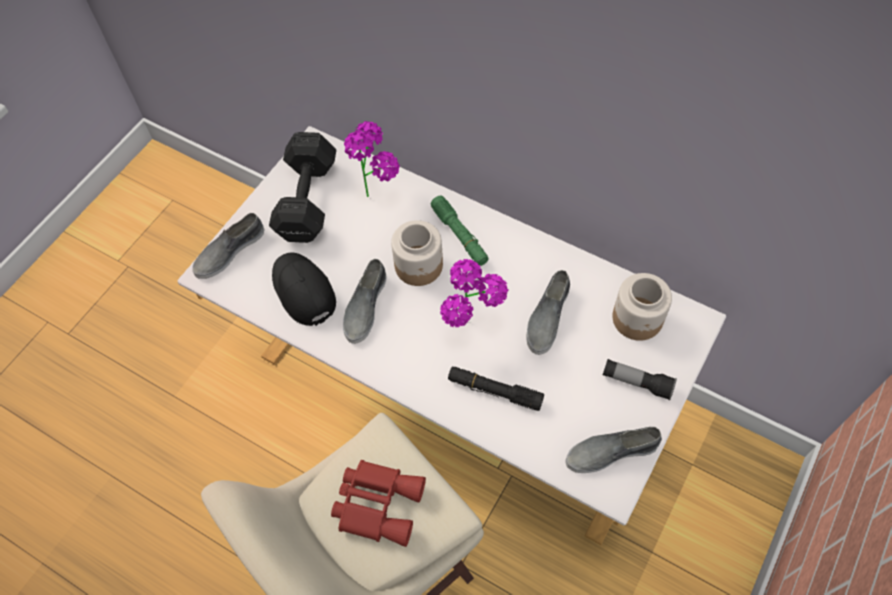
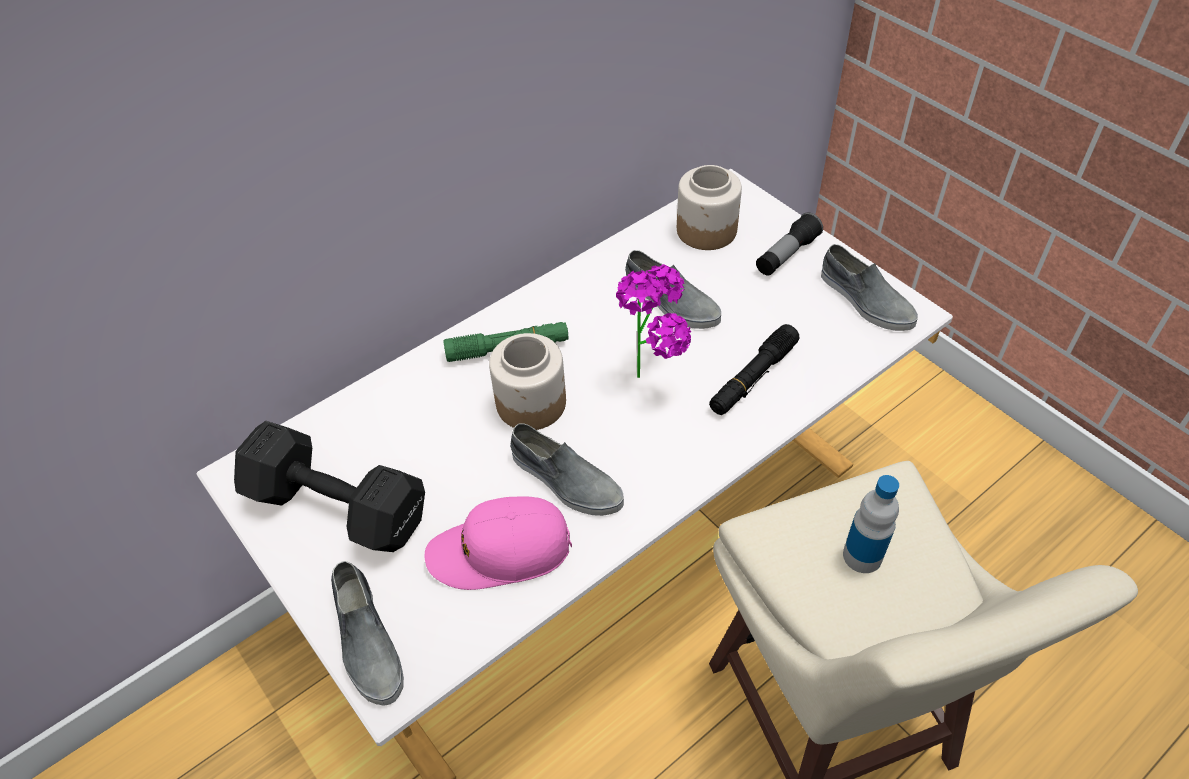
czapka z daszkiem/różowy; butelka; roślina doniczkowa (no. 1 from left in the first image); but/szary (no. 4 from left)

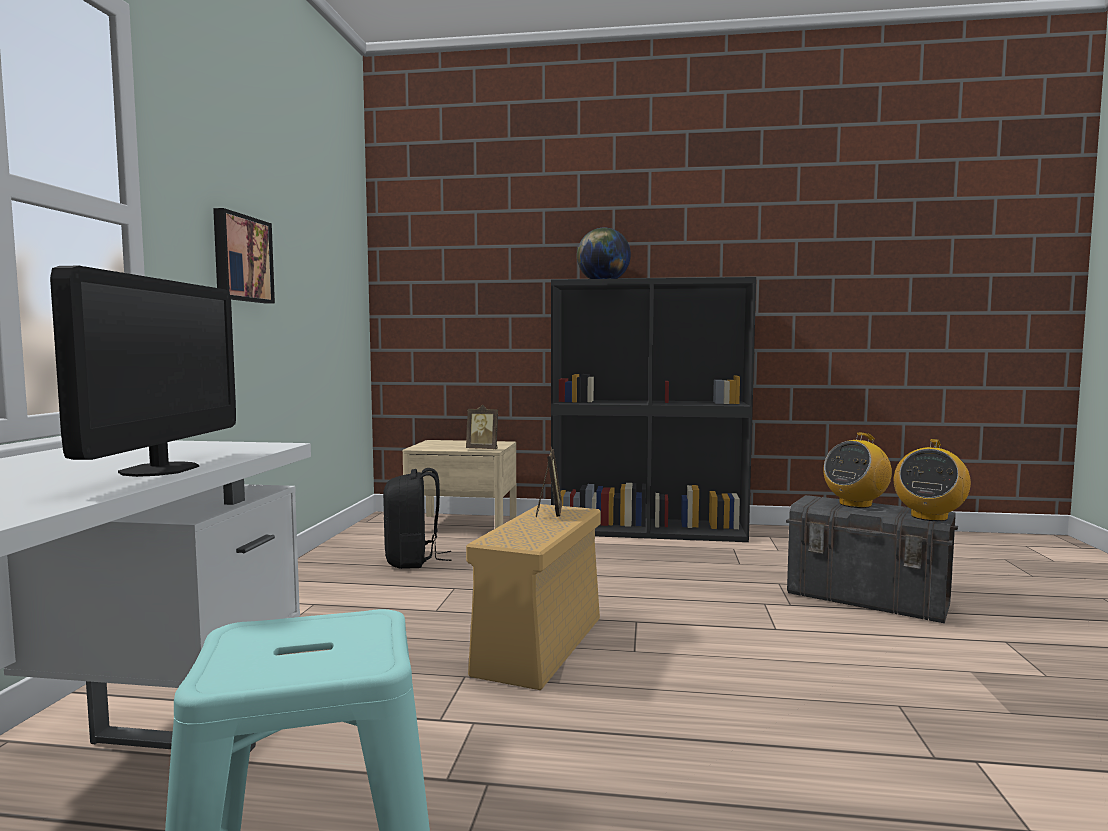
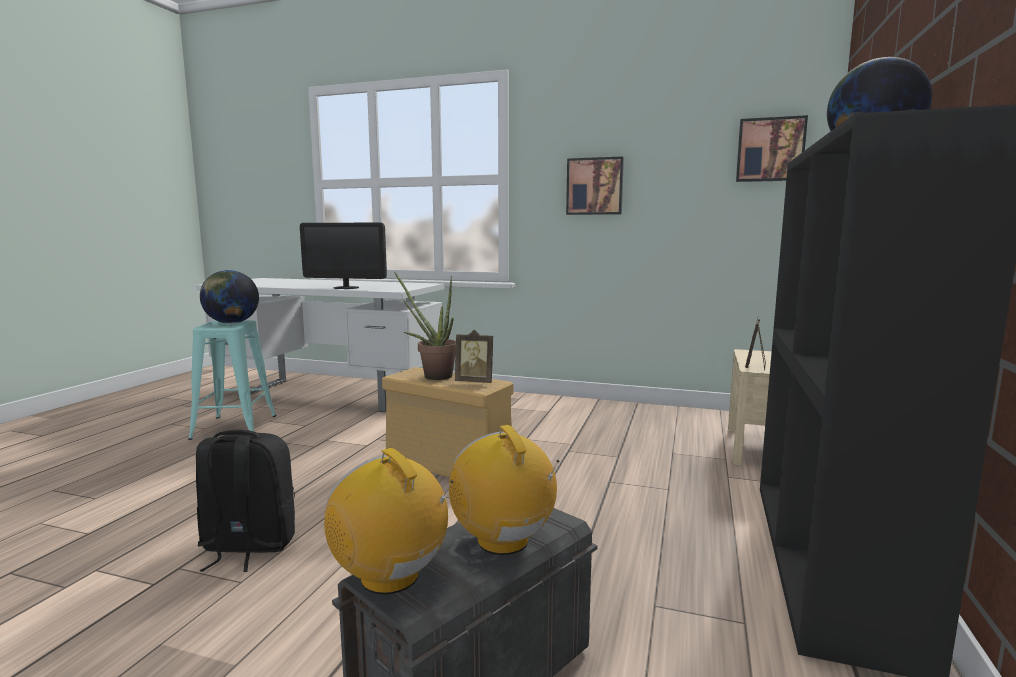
plecak/czarny; globus (no. 1 from left); roślina doniczkowa; obraz (no. 2 from left)

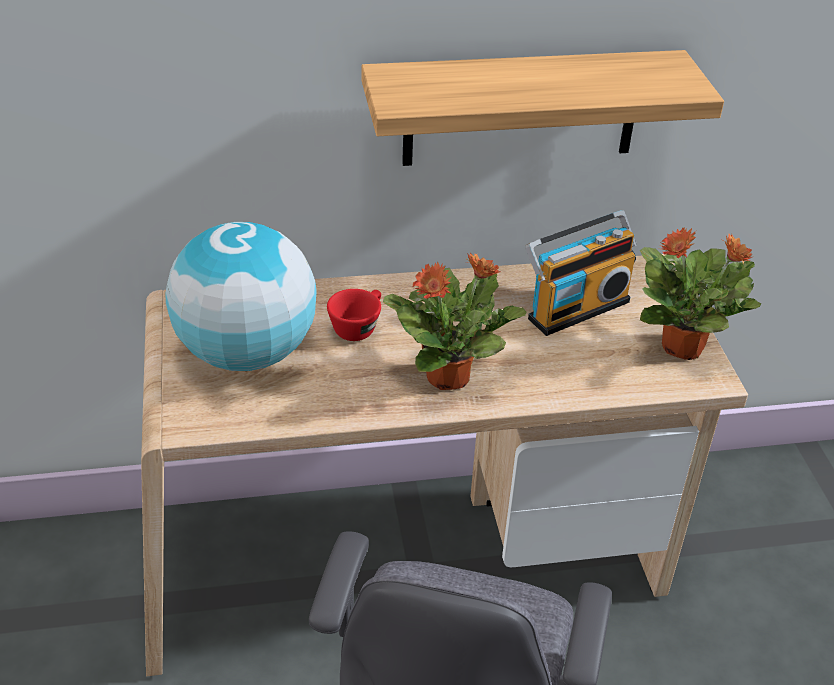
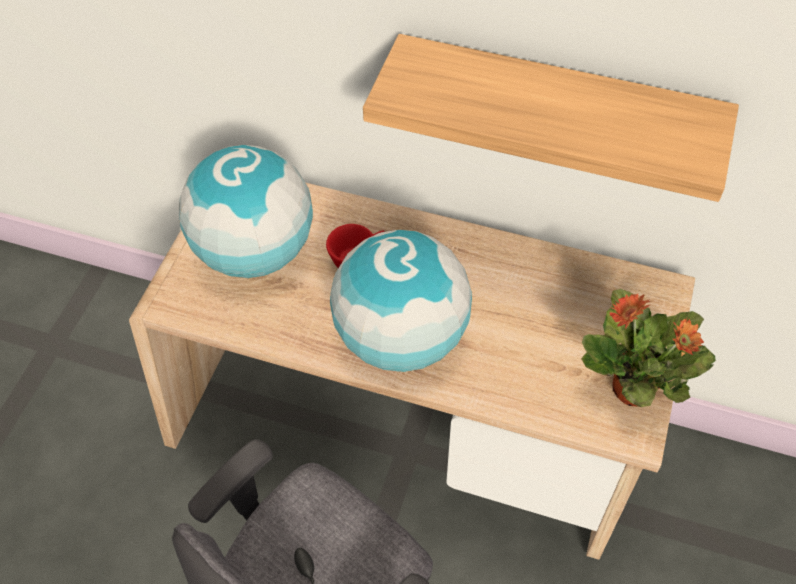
globus (no. 2 from left); radio

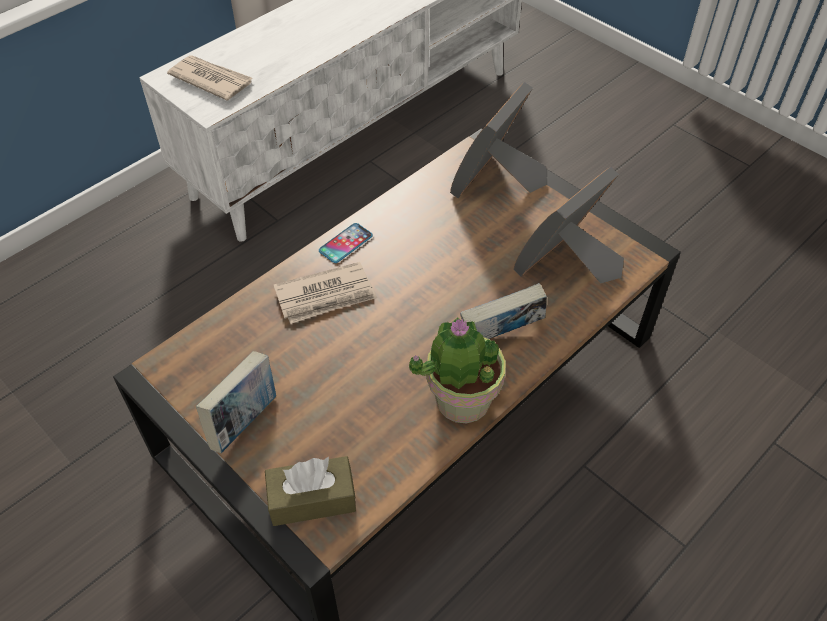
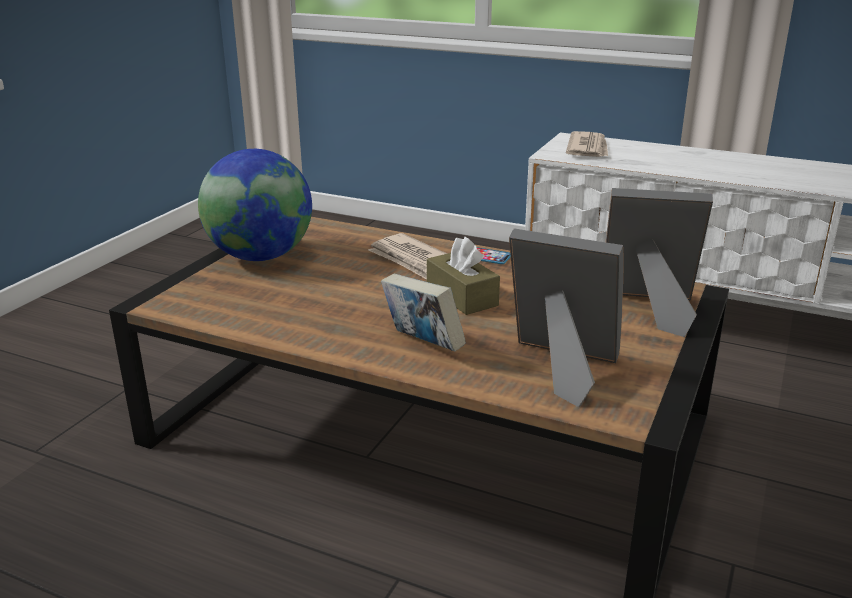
globus; pudełko chusteczek/brązowy; roślina doniczkowa

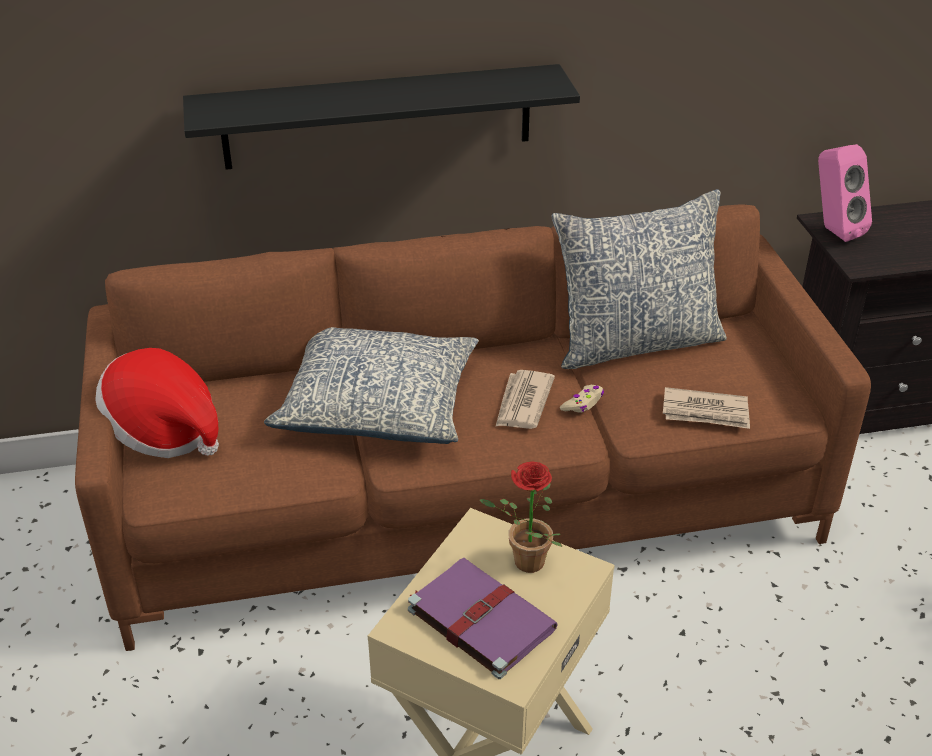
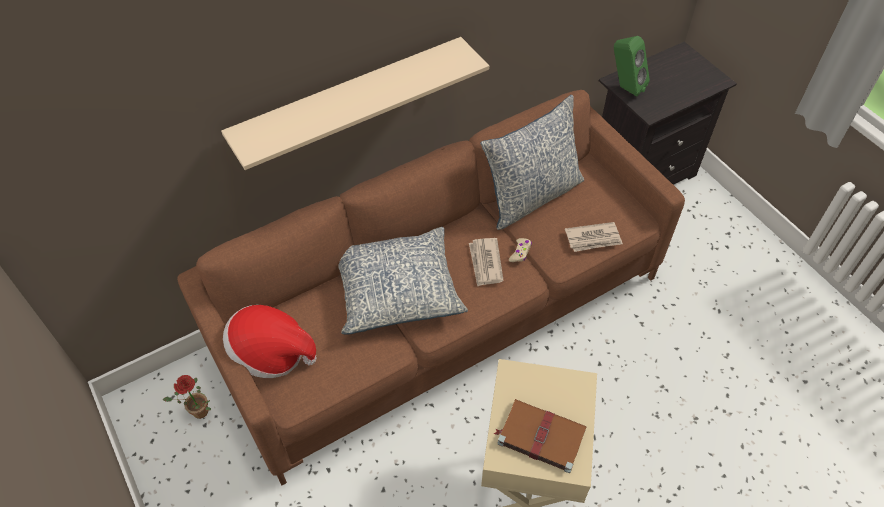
półka/beżowy; książka/brązowy; roślina doniczkowa; głośnik/zielony

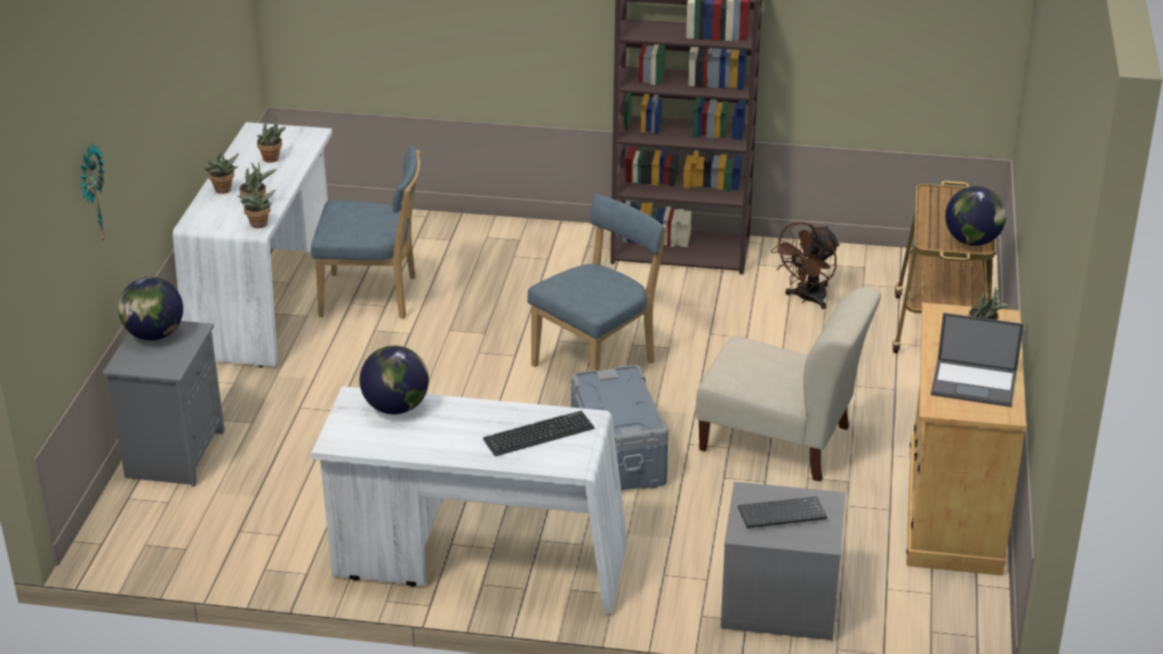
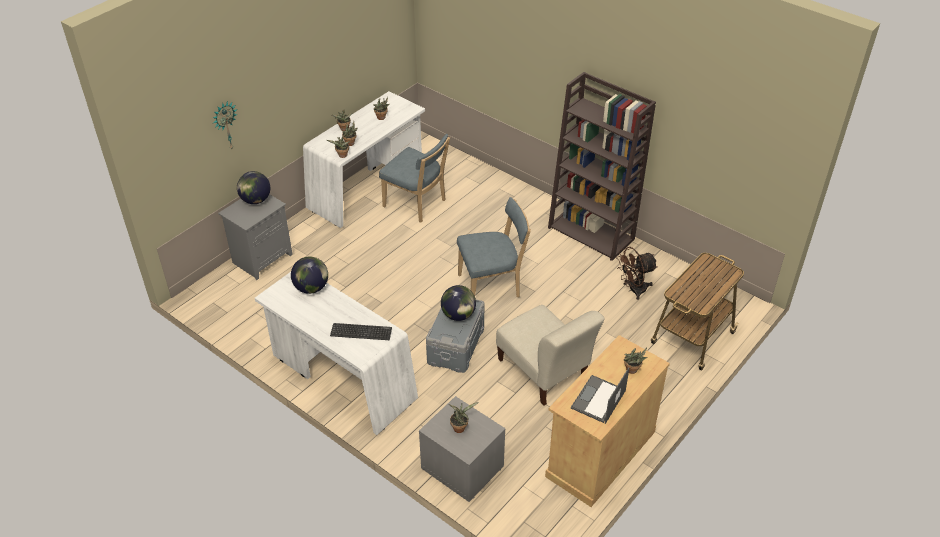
roślina doniczkowa (no. 5 from left); laptop; globus (no. 3 from left)

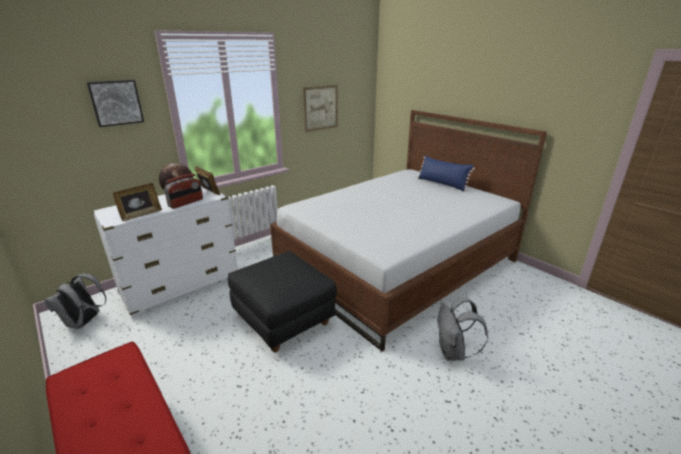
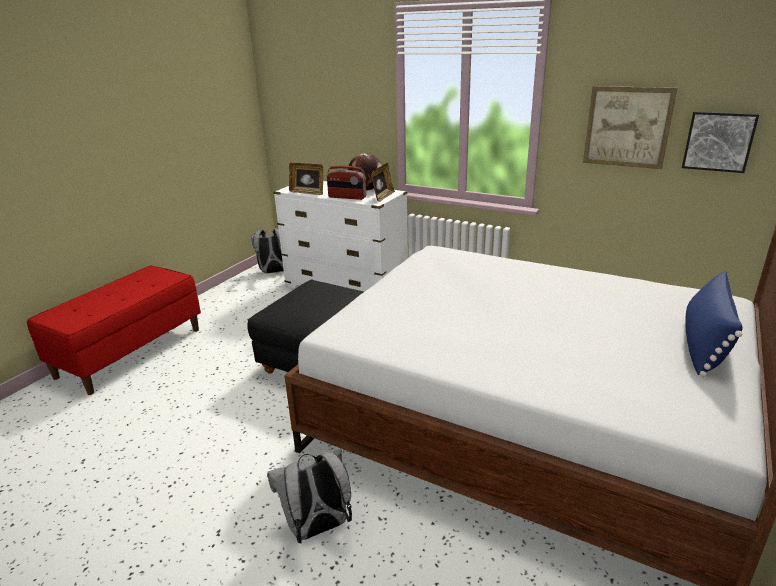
obraz (no. 2 from left)

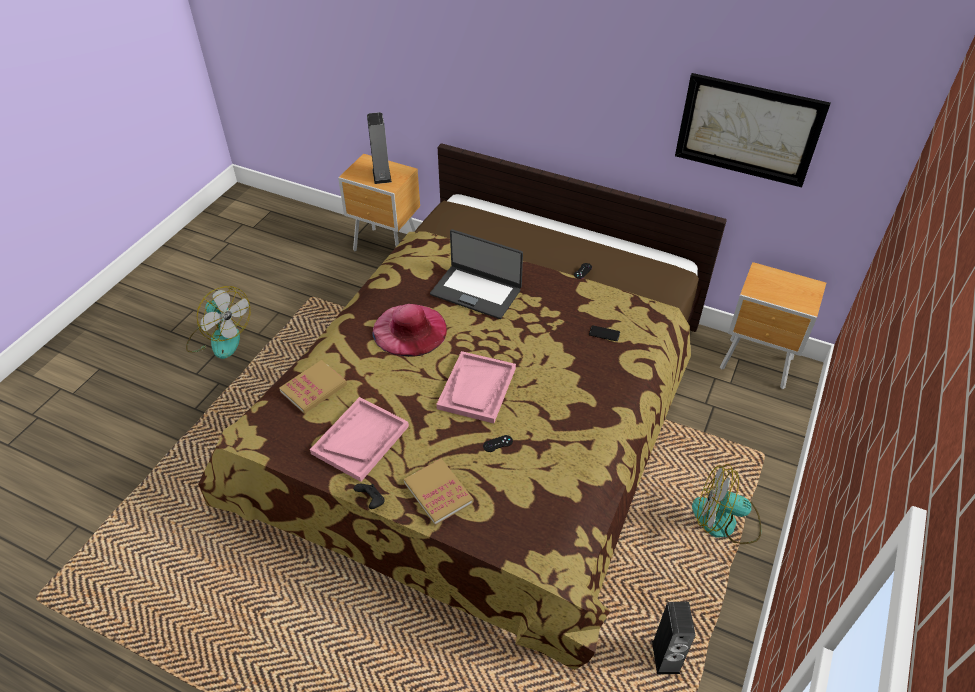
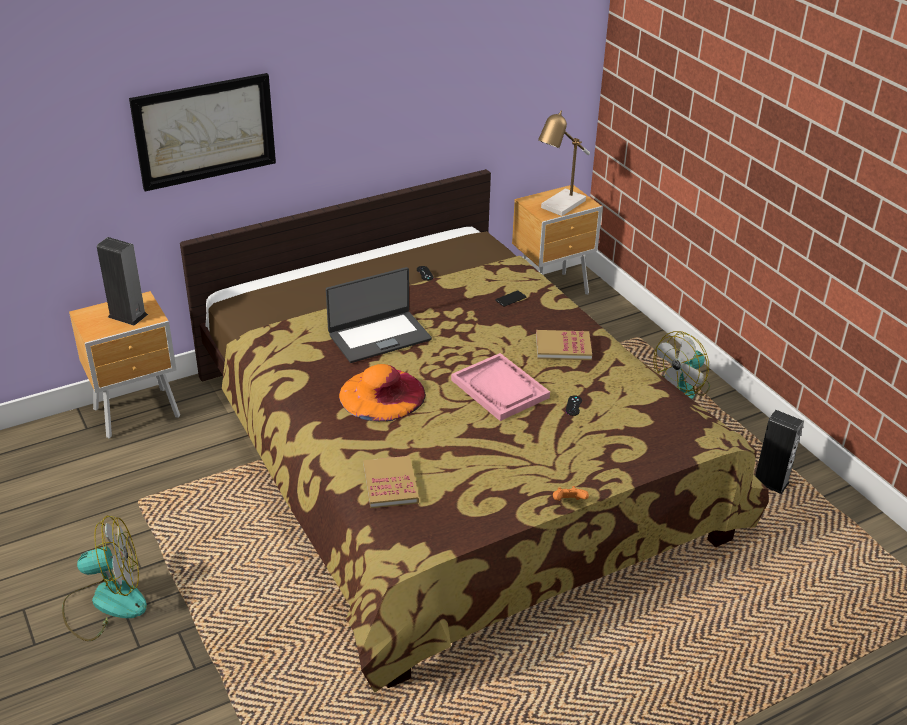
taca/różowy (no. 1 from left in the first image); pad do gier/pomarańczowy; kapelusz/pomarańczowy; książka (no. 2 from left); obraz; lampa stołowa

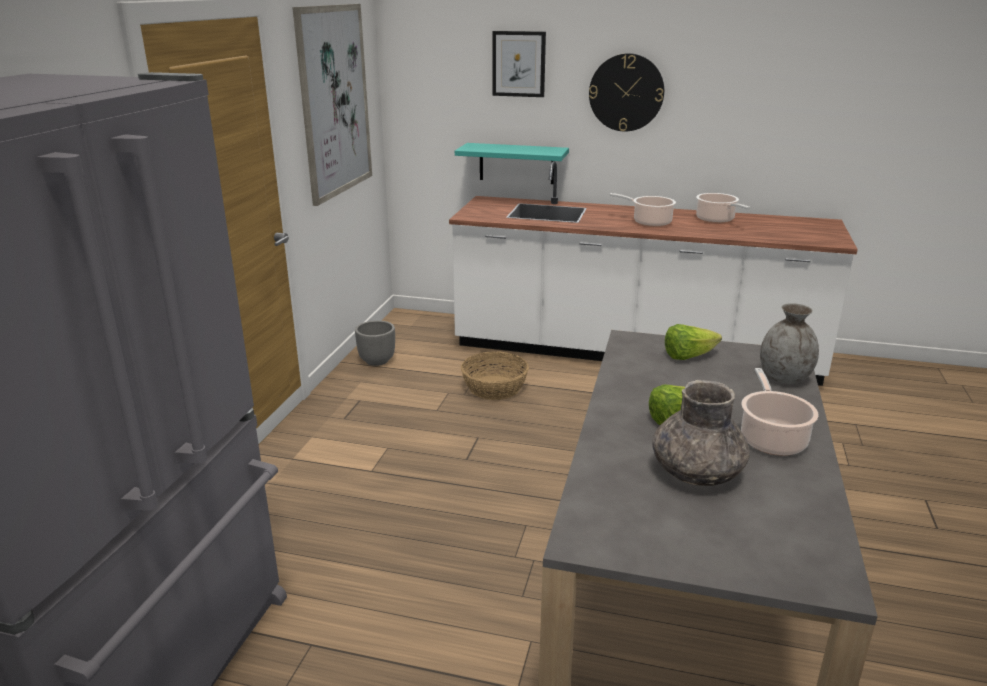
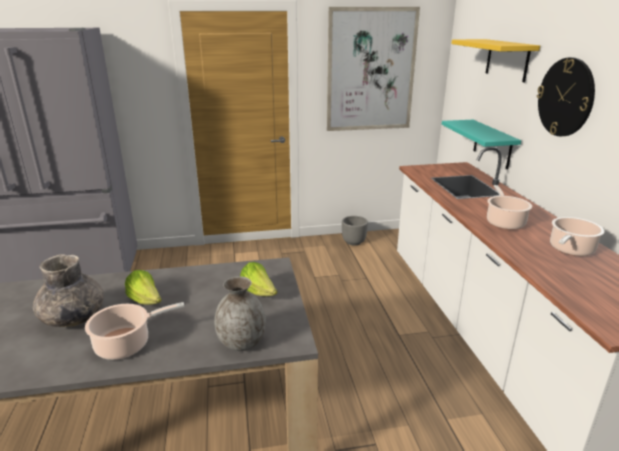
koszyk; półka/żółty

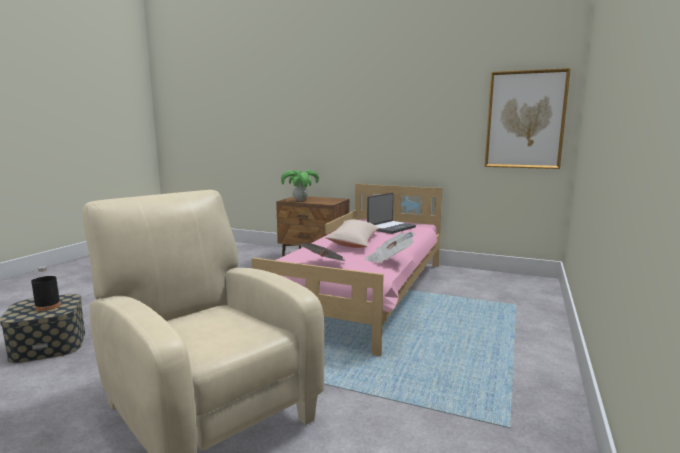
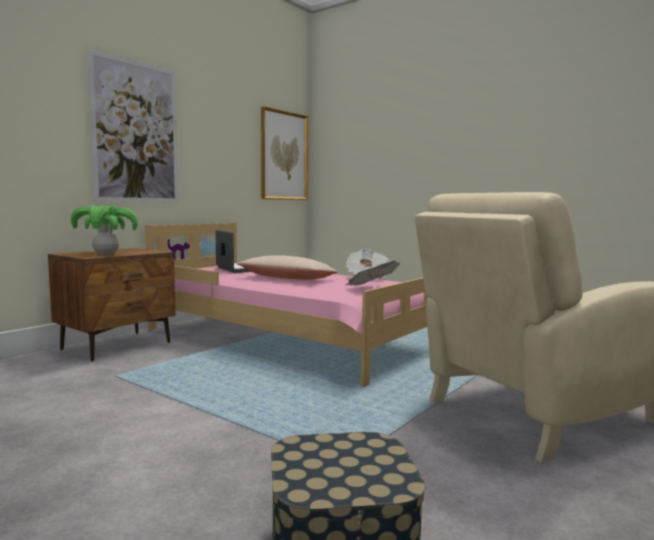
butelka/czarny; obraz (no. 1 from left)

